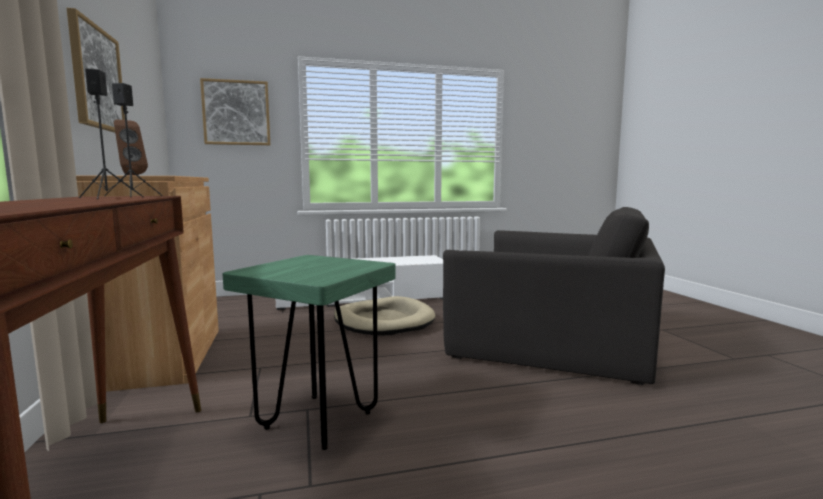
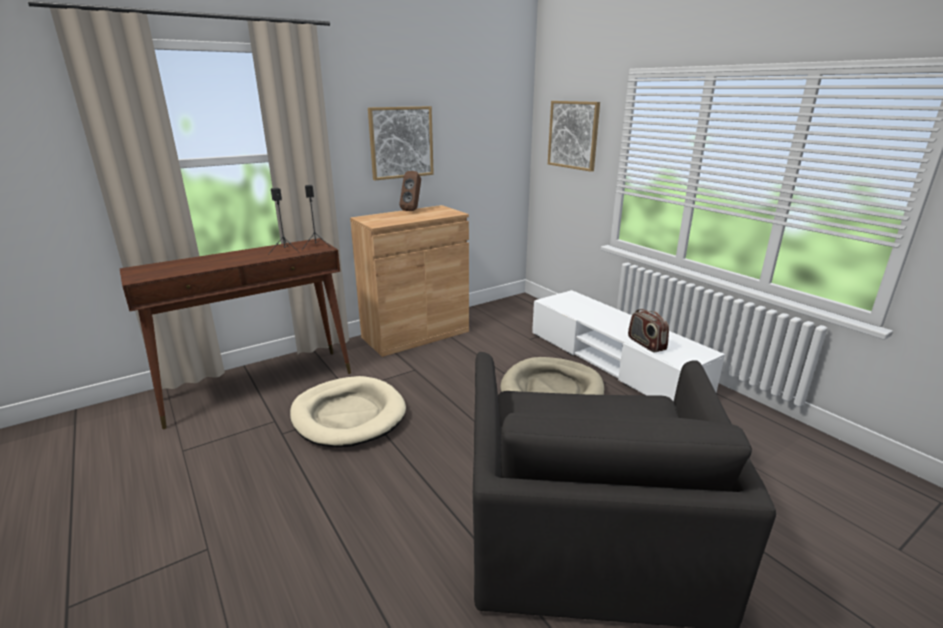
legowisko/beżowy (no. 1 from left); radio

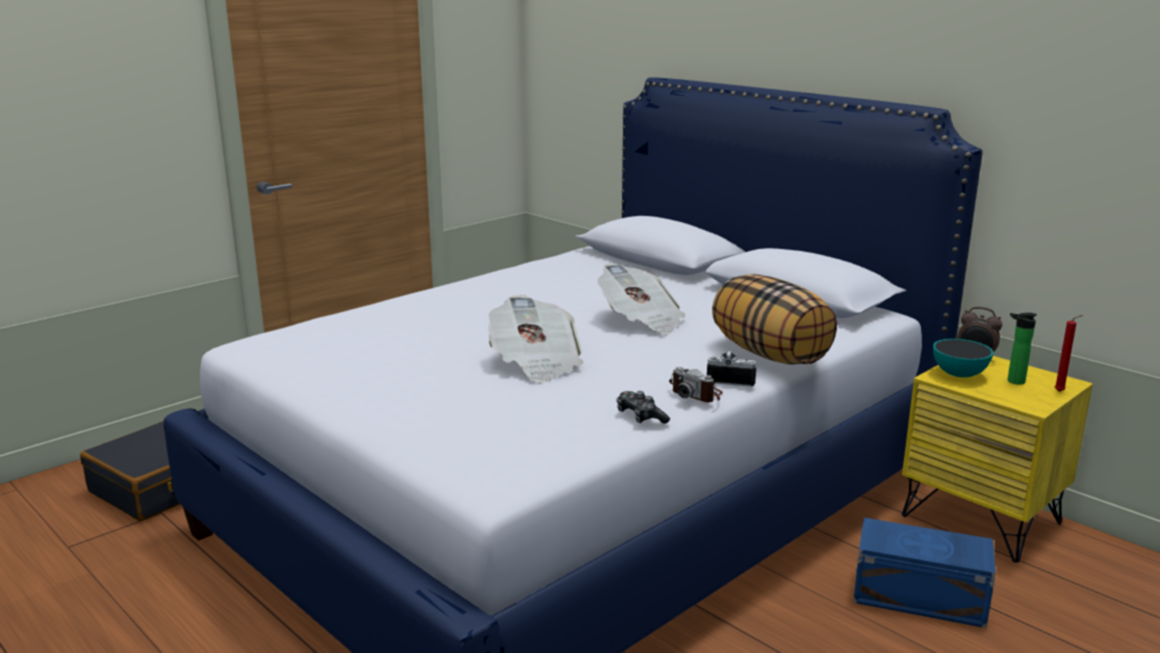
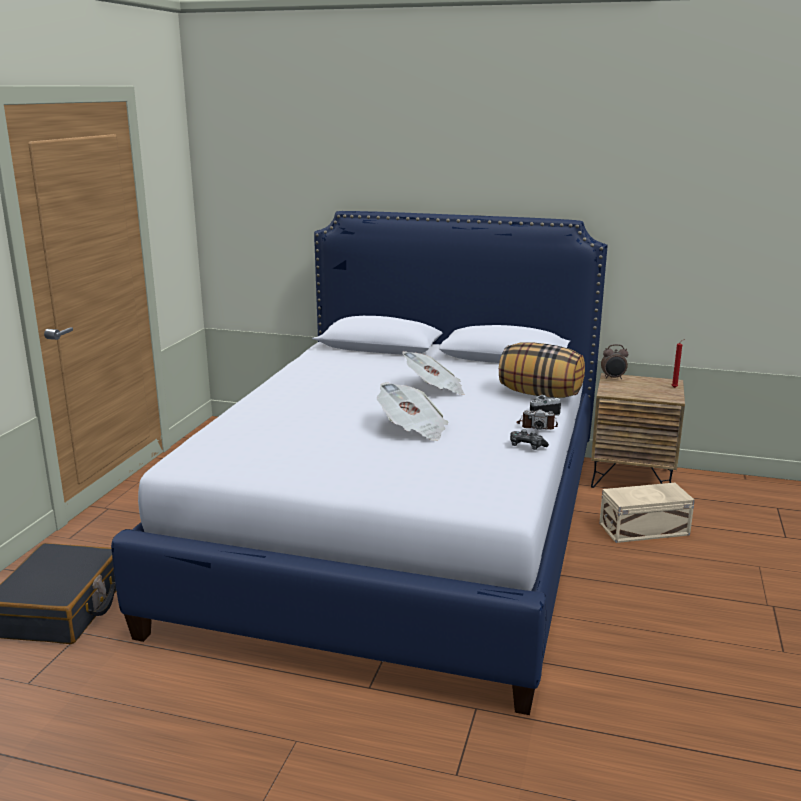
pojemnik do przechowywania/beżowy; szafka nocna/brązowy; miska; butelka

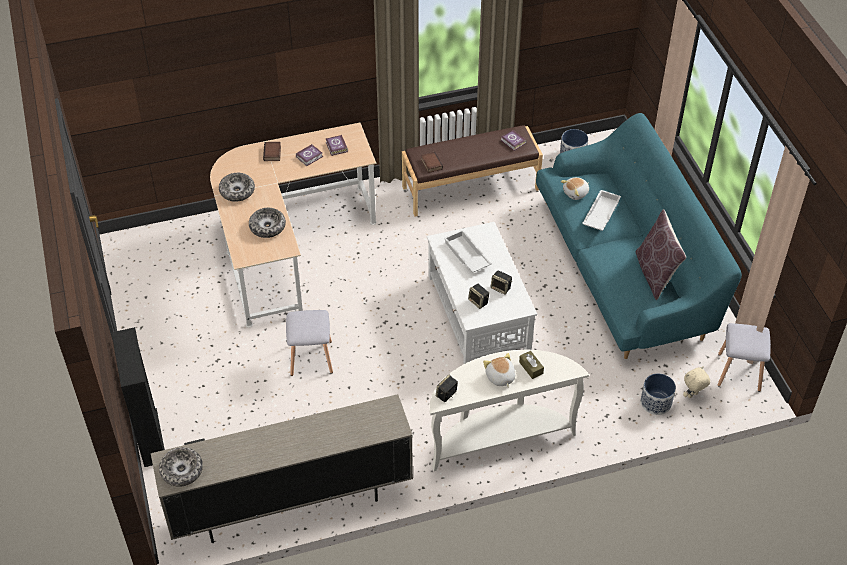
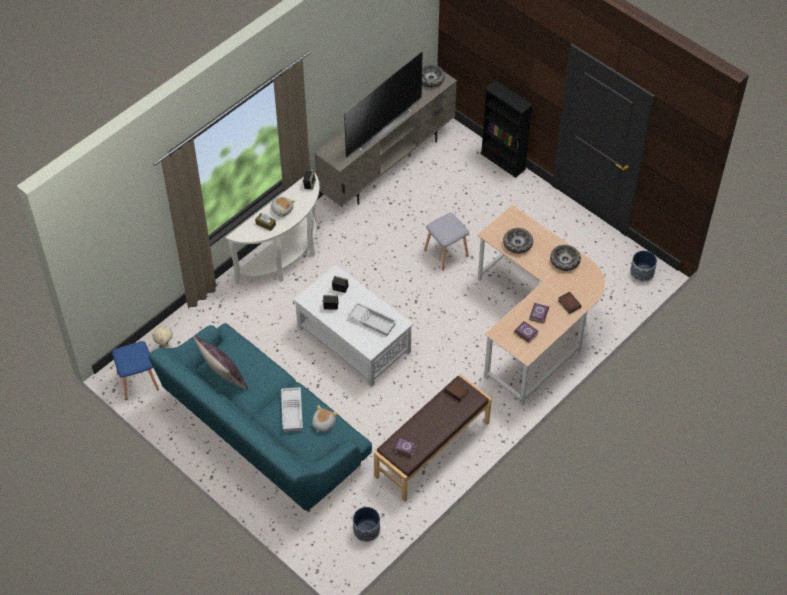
donica (no. 2 from left); stołek/niebieski; telewizor

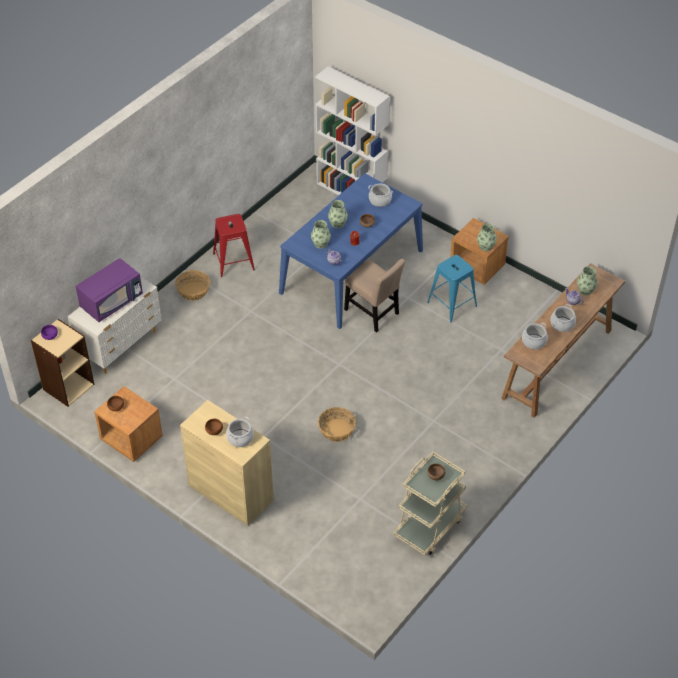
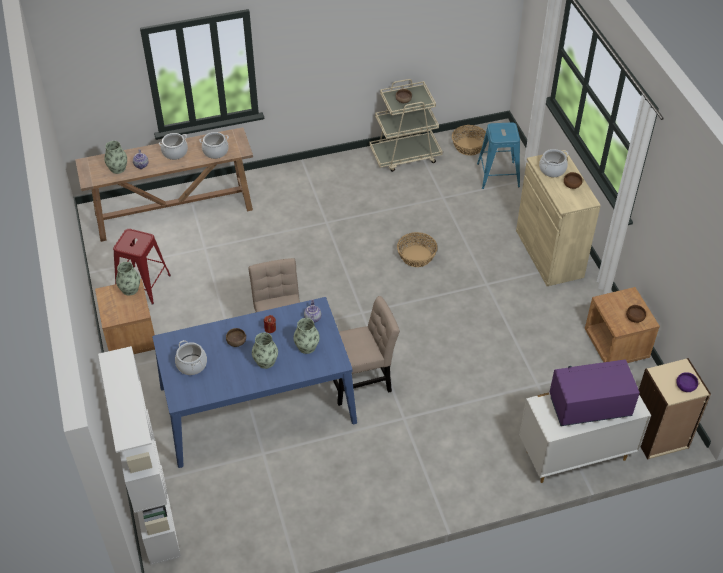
koszyk (no. 2 from left); stołek/czerwony; stołek/niebieski; krzesło/beżowy (no. 2 from left)

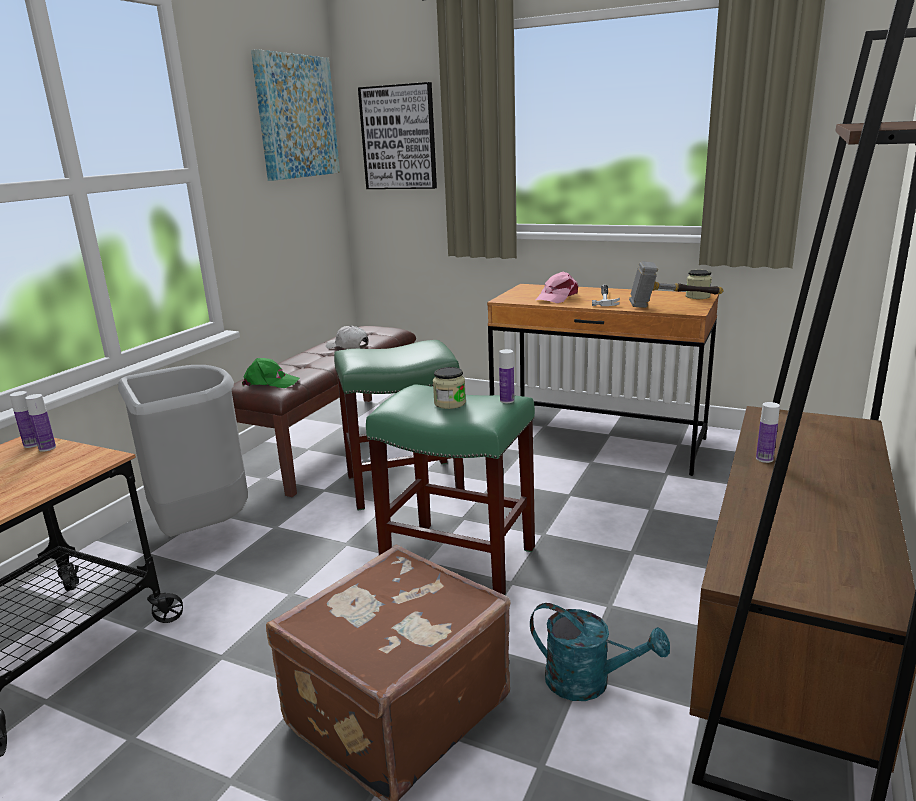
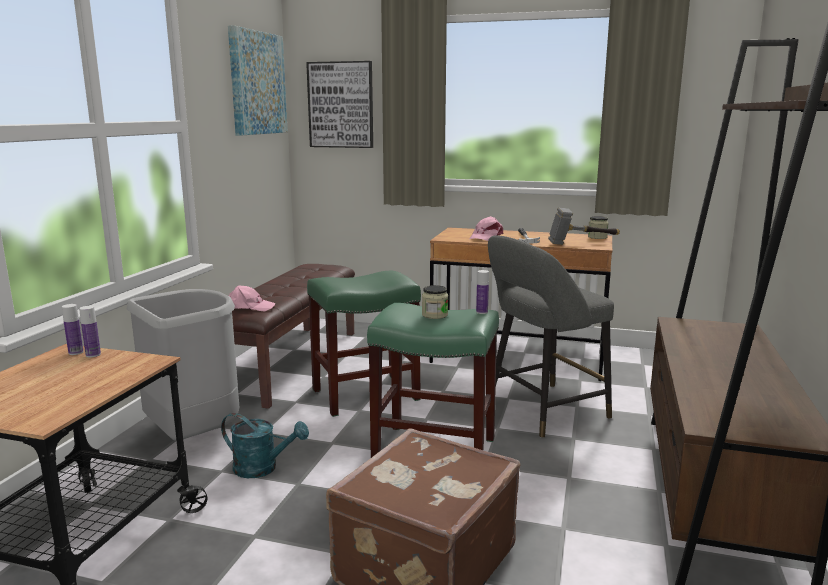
czapka z daszkiem/różowy (no. 1 from left); czapka z daszkiem/biały; konewka/turkusowy; butelka (no. 4 from left in the first image); stołek/szary

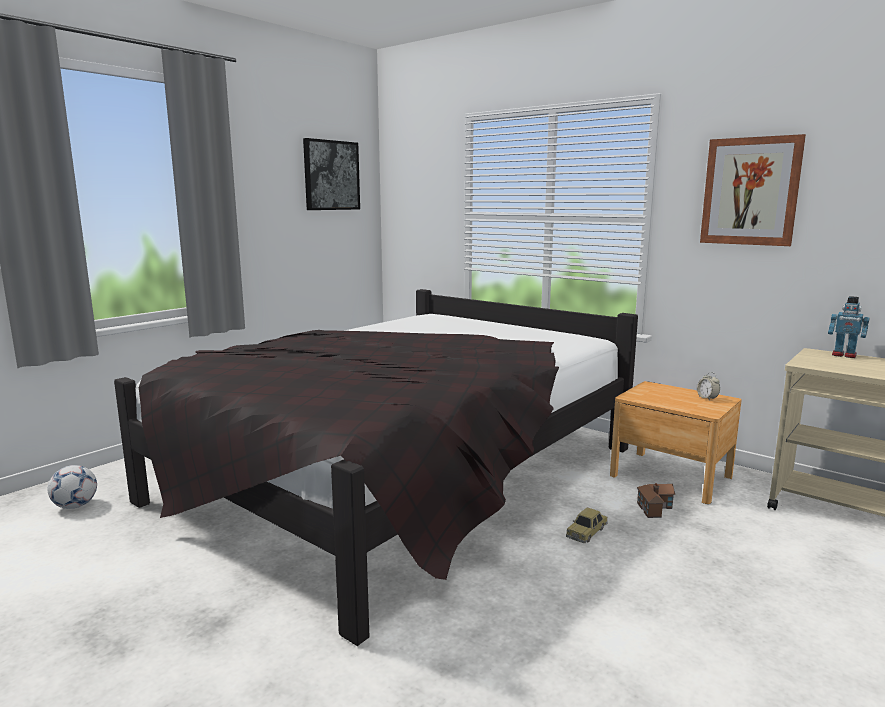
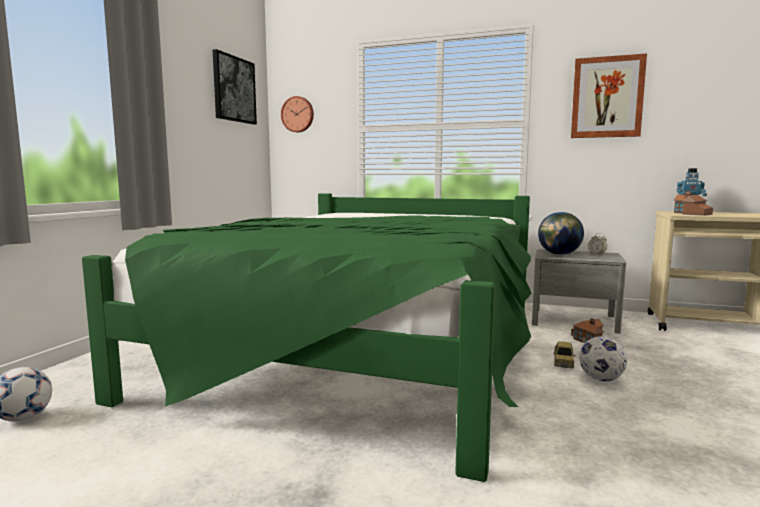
łóżko/zielony; szafka nocna/szary; zegar ścienny; globus; piłka futbolowa (no. 2 from left); domek (no. 2 from left)

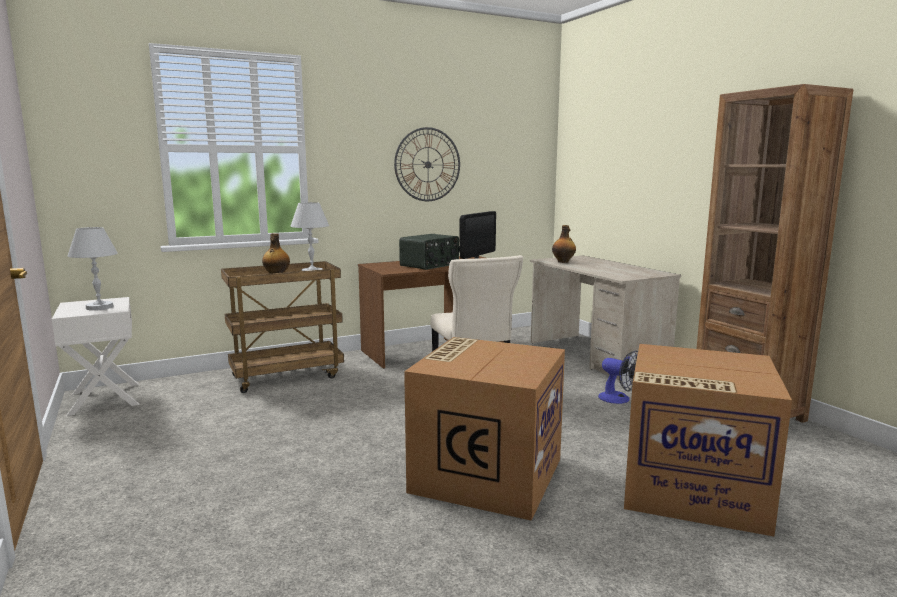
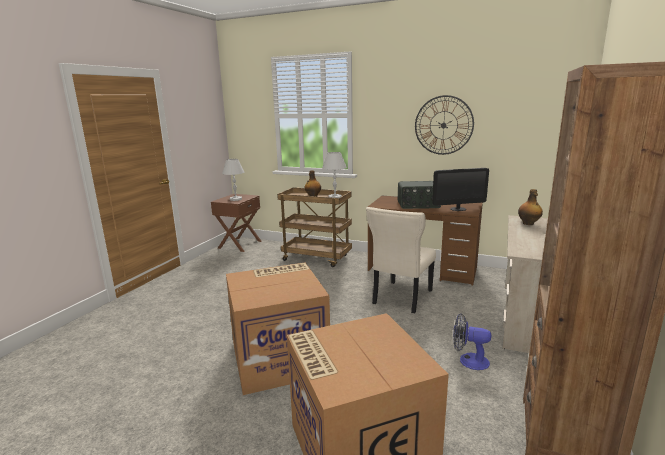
szafka nocna/brązowy; wentylator

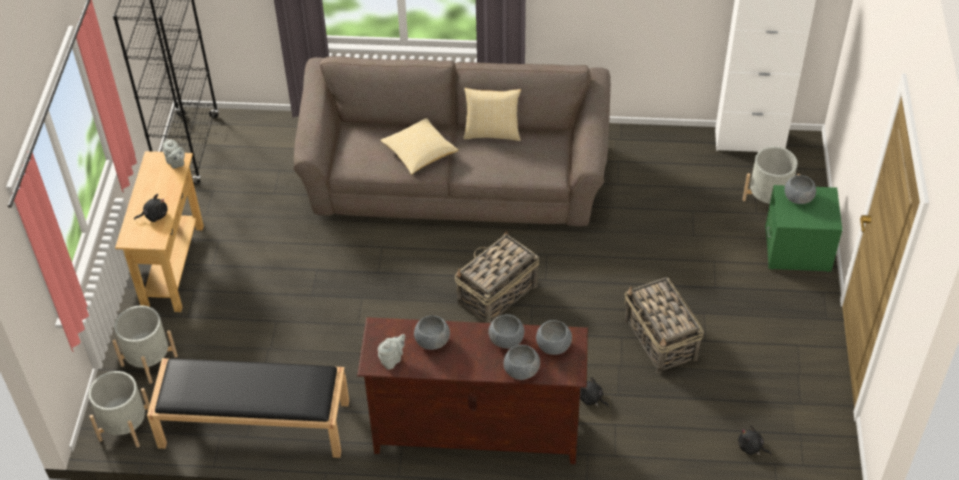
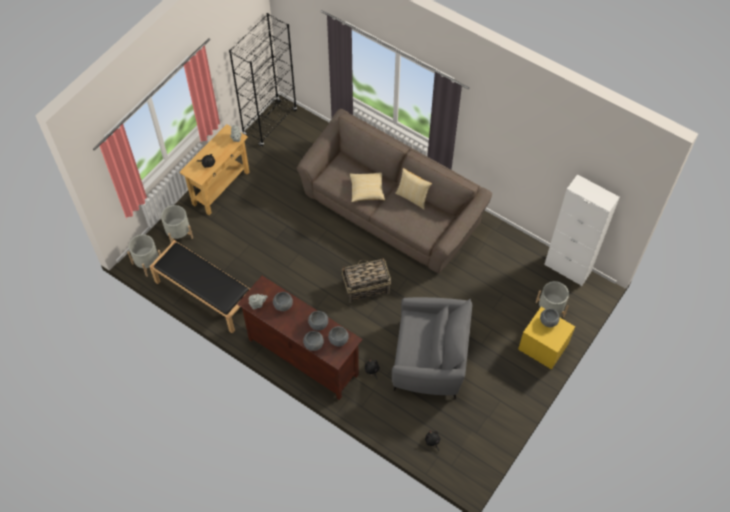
fotel/szary; szafka nocna/żółty

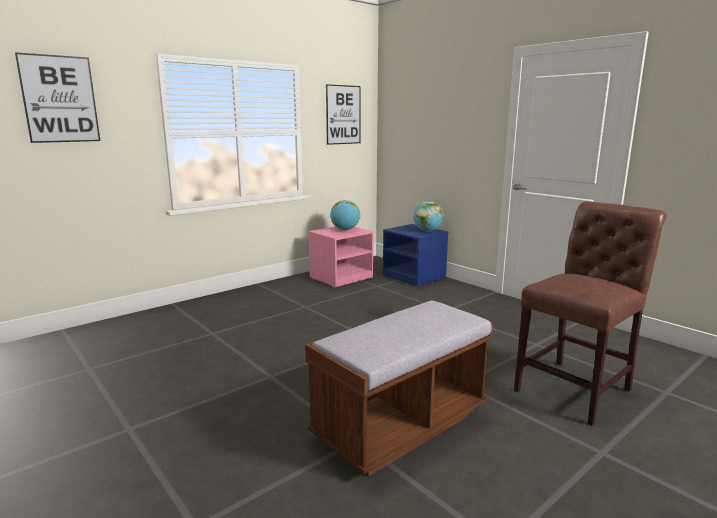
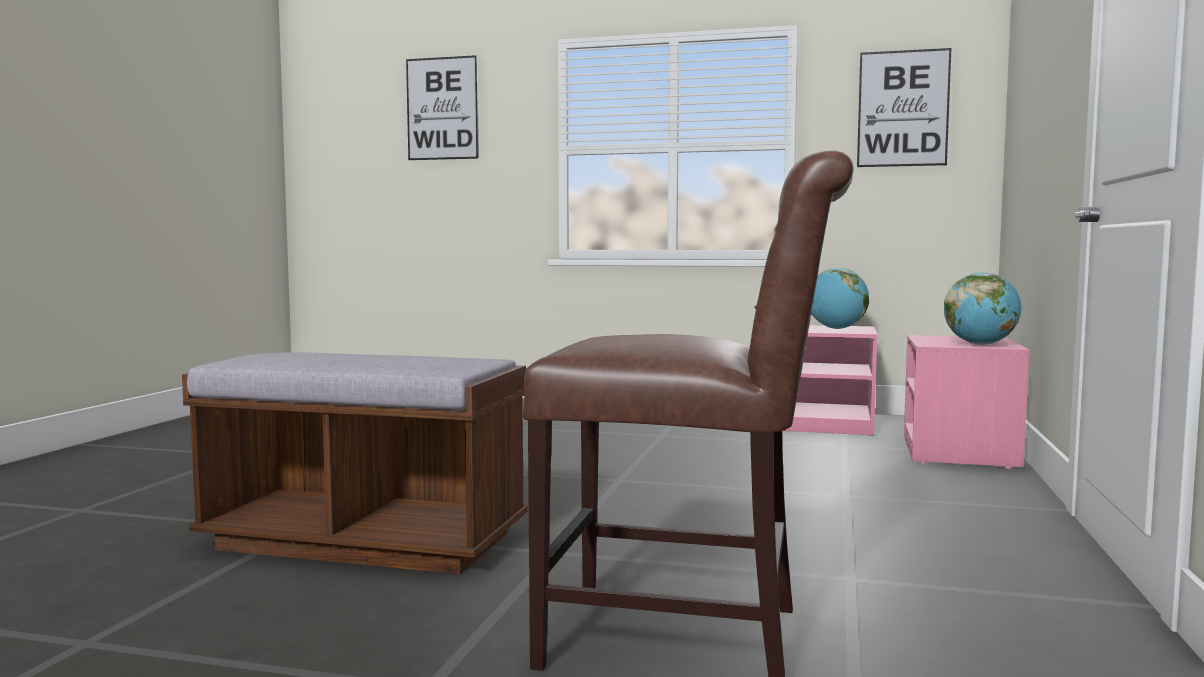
szafka nocna/różowy (no. 2 from left)

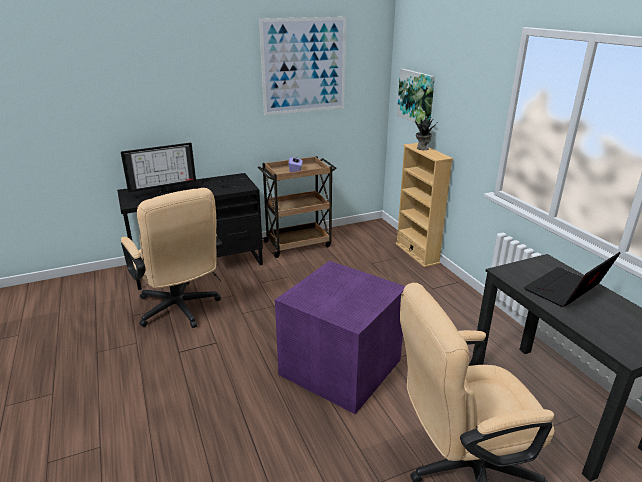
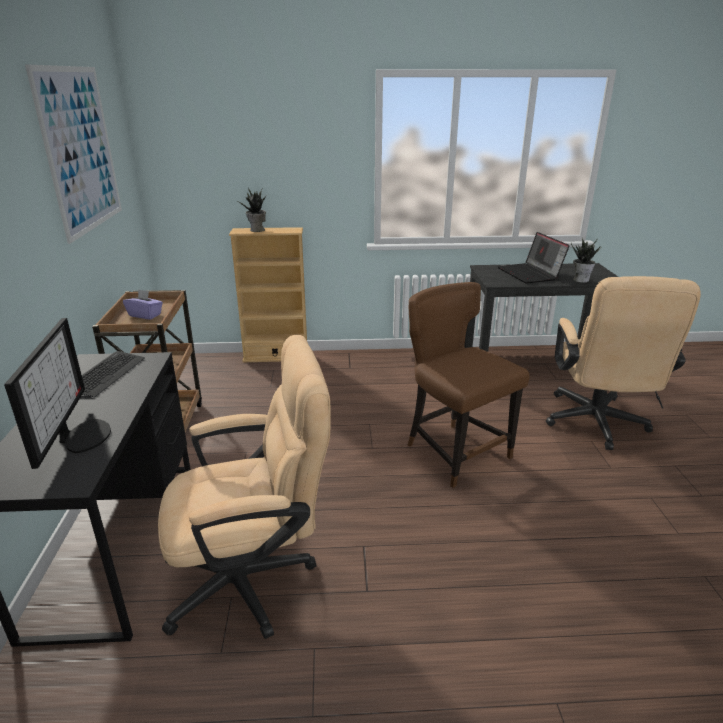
krzesło/brązowy; obraz (no. 2 from left in the first image); roślina doniczkowa (no. 2 from left)

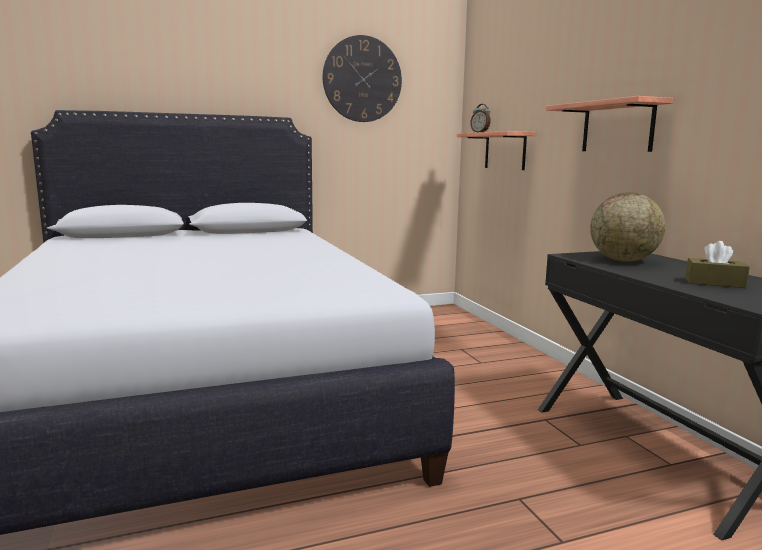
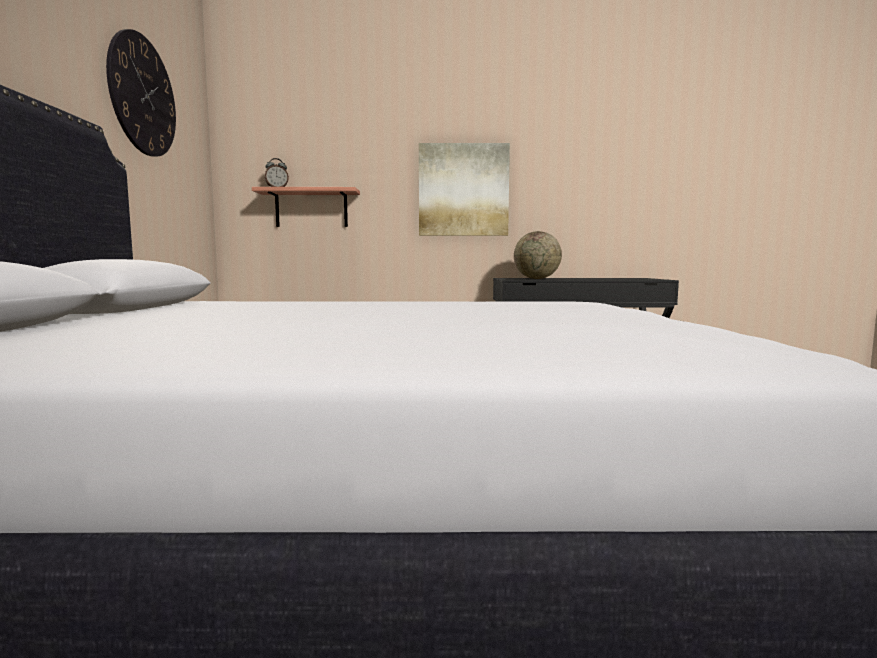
obraz; pudełko chusteczek/brązowy

